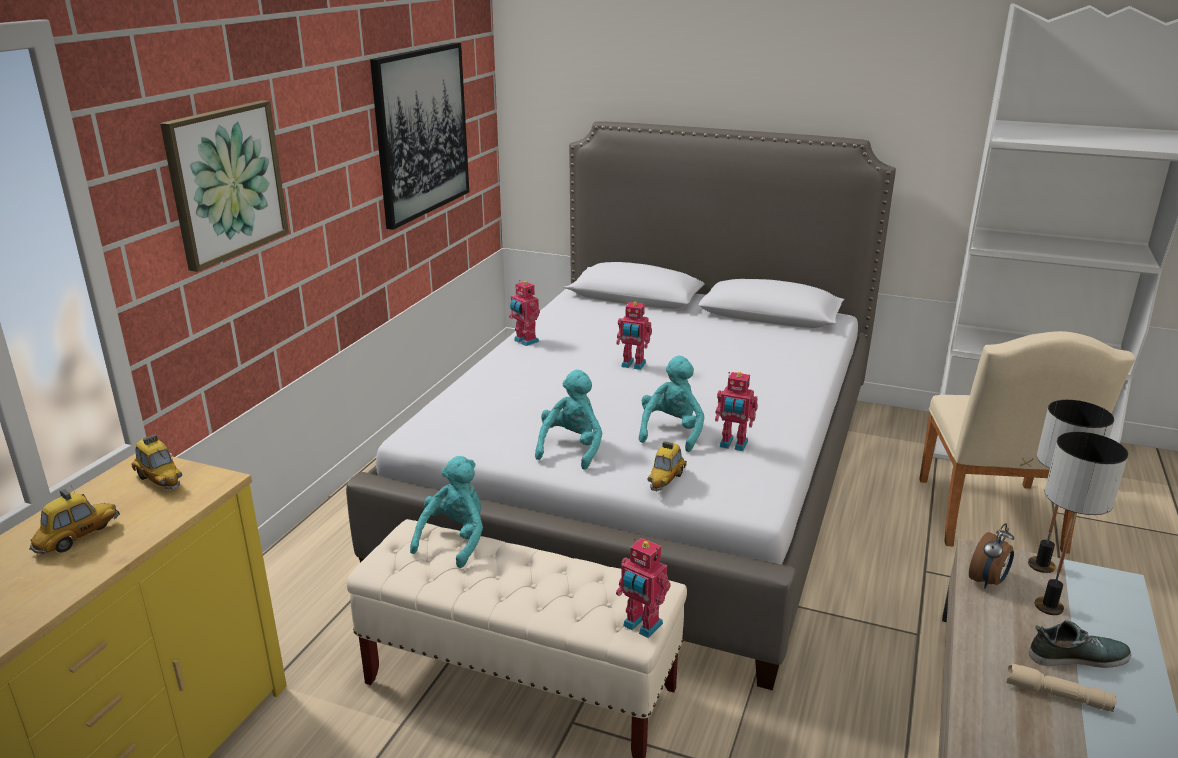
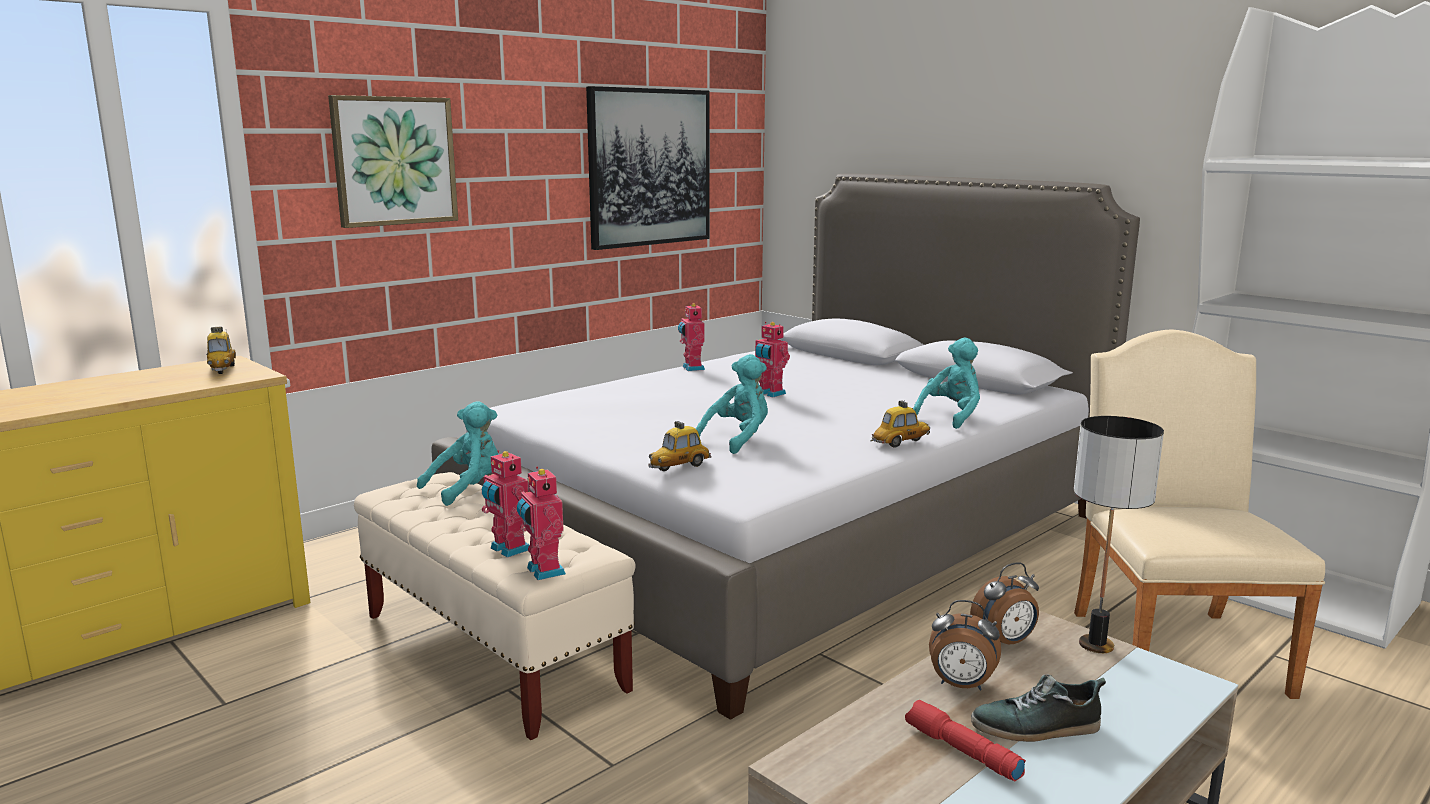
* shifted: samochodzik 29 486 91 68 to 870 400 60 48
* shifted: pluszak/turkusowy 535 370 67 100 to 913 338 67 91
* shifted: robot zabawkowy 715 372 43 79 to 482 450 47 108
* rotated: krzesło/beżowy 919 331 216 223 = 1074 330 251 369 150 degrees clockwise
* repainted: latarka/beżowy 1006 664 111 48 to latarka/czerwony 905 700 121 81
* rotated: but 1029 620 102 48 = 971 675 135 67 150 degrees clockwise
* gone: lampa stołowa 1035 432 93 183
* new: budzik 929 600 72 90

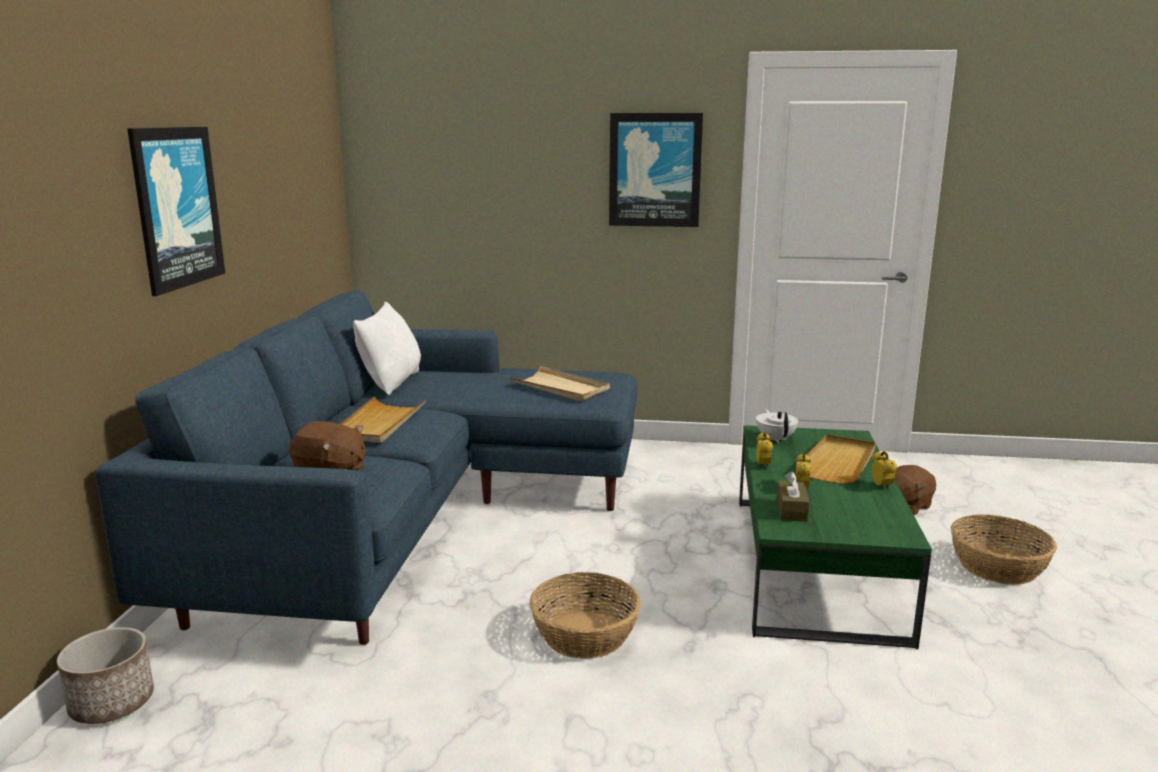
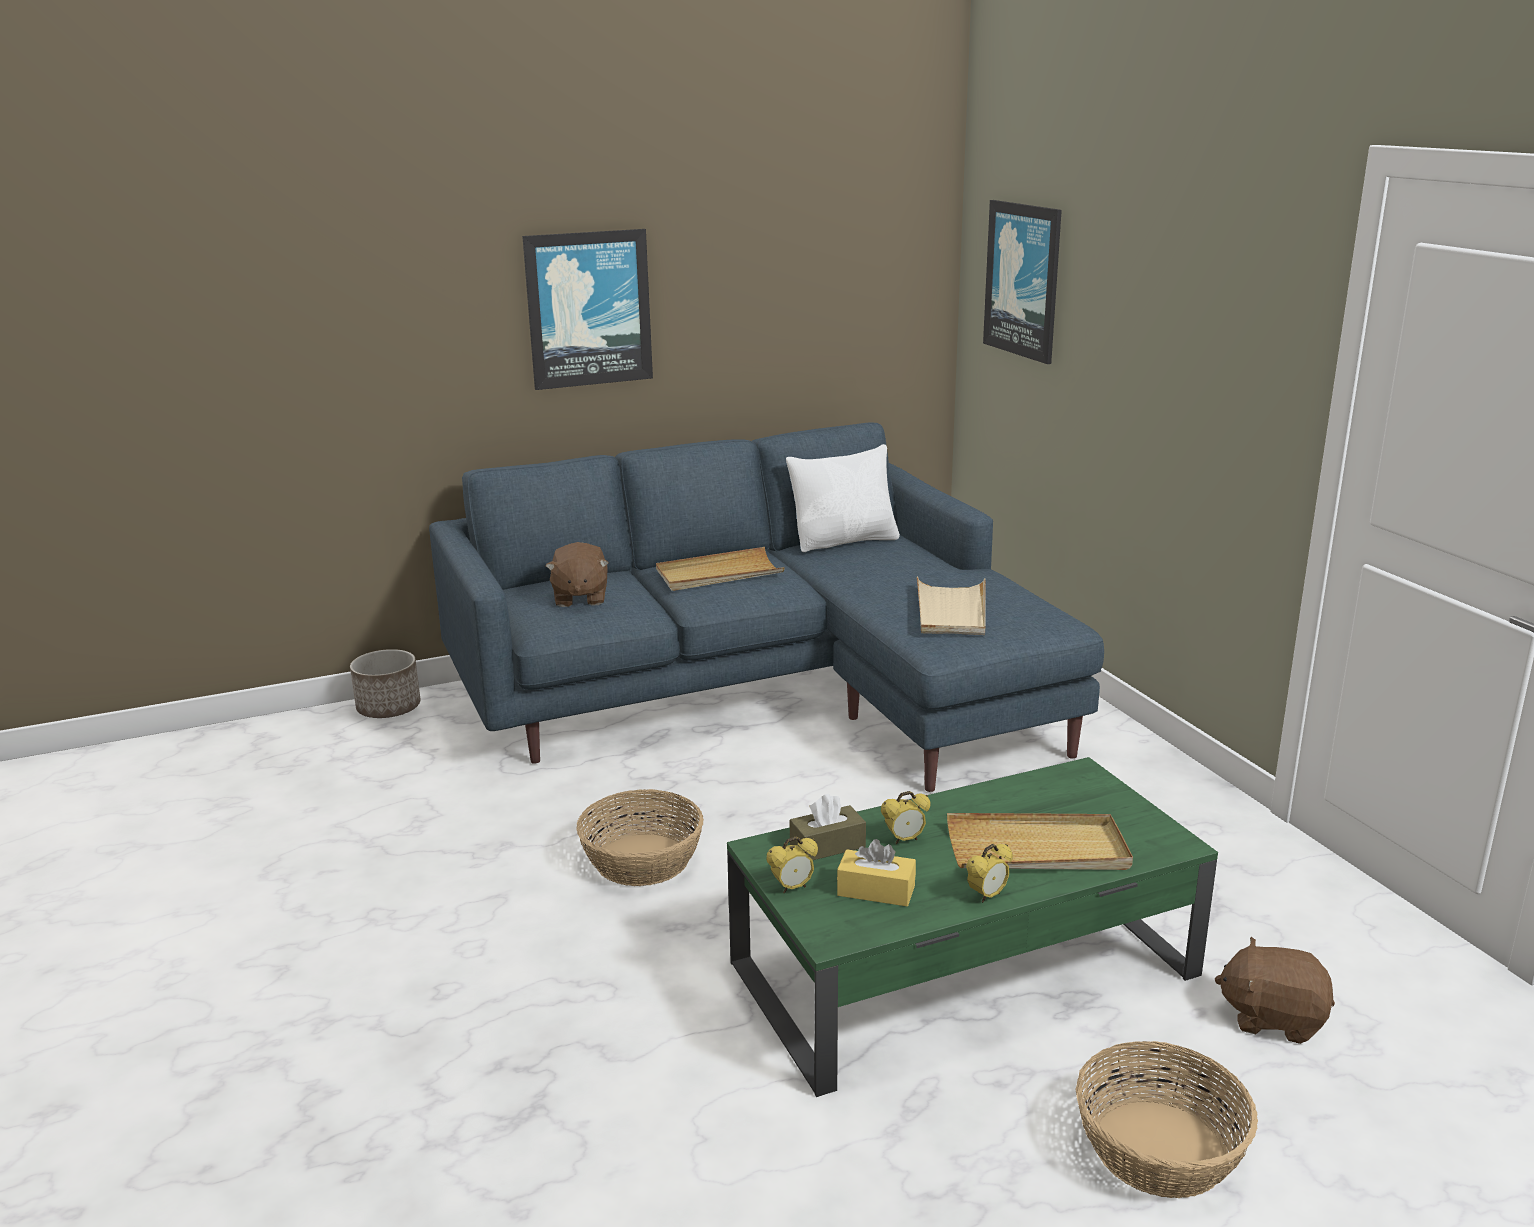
* shifted: obraz 609 113 94 114 to 983 200 79 164
* gone: imbryk/biały 756 409 42 34
* shifted: budzik 756 432 17 37 to 767 836 51 57
* new: pudełko chusteczek/żółty 837 839 79 67

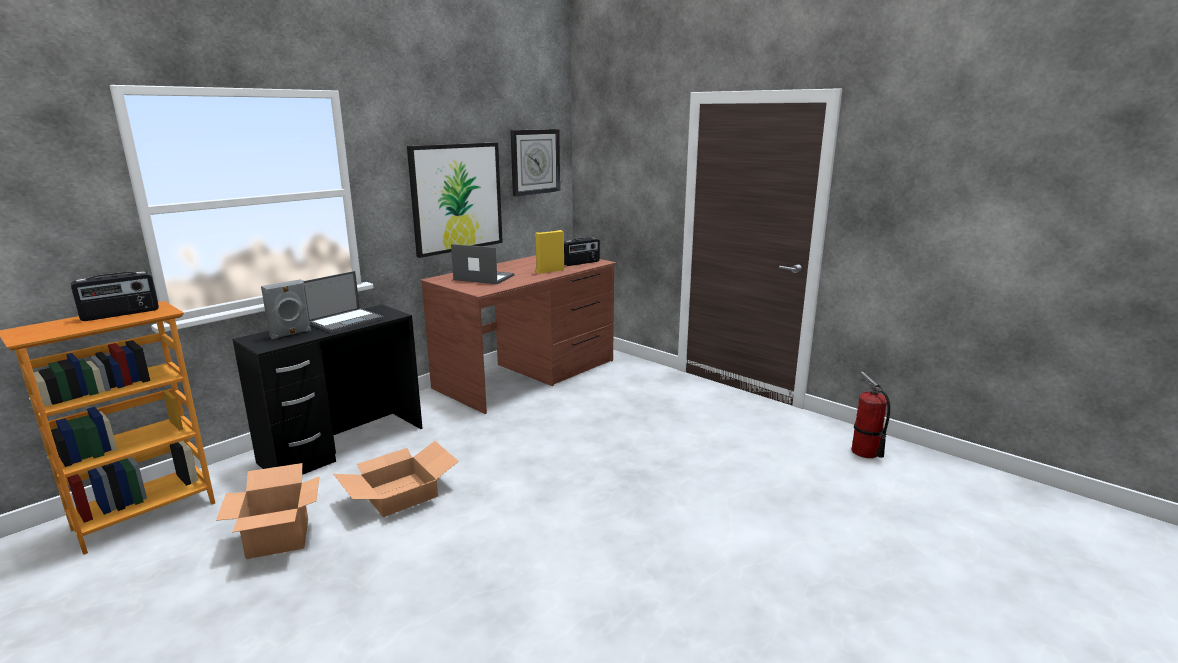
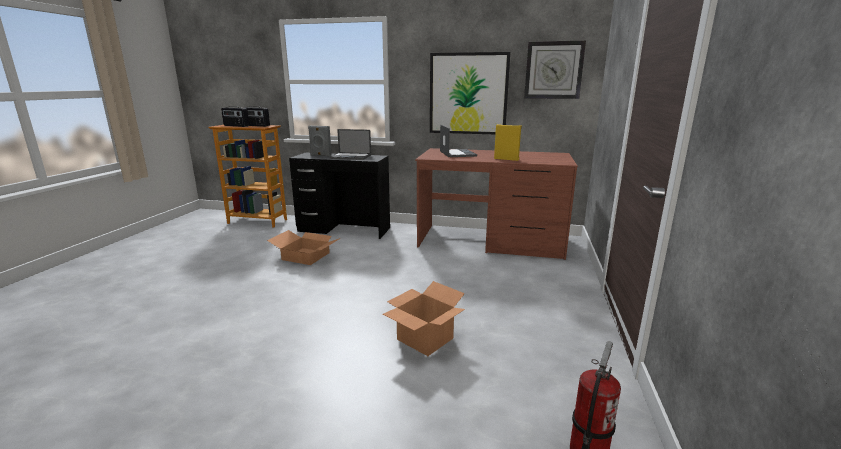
* shifted: karton 216 463 103 96 to 382 281 83 75
* shifted: radio 564 237 36 29 to 221 106 28 21

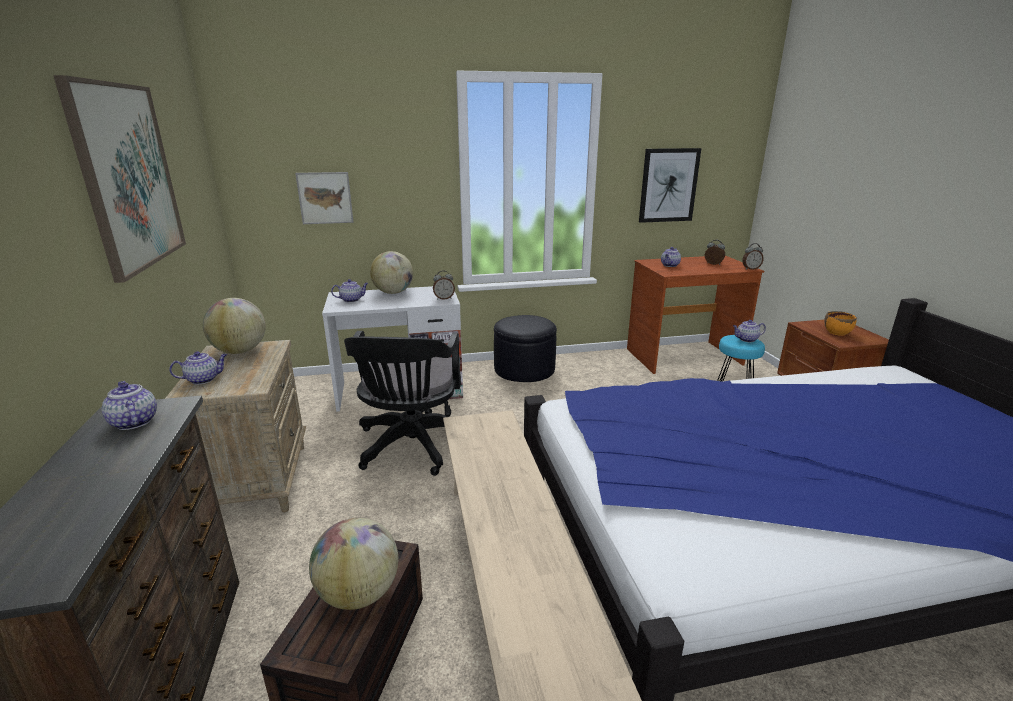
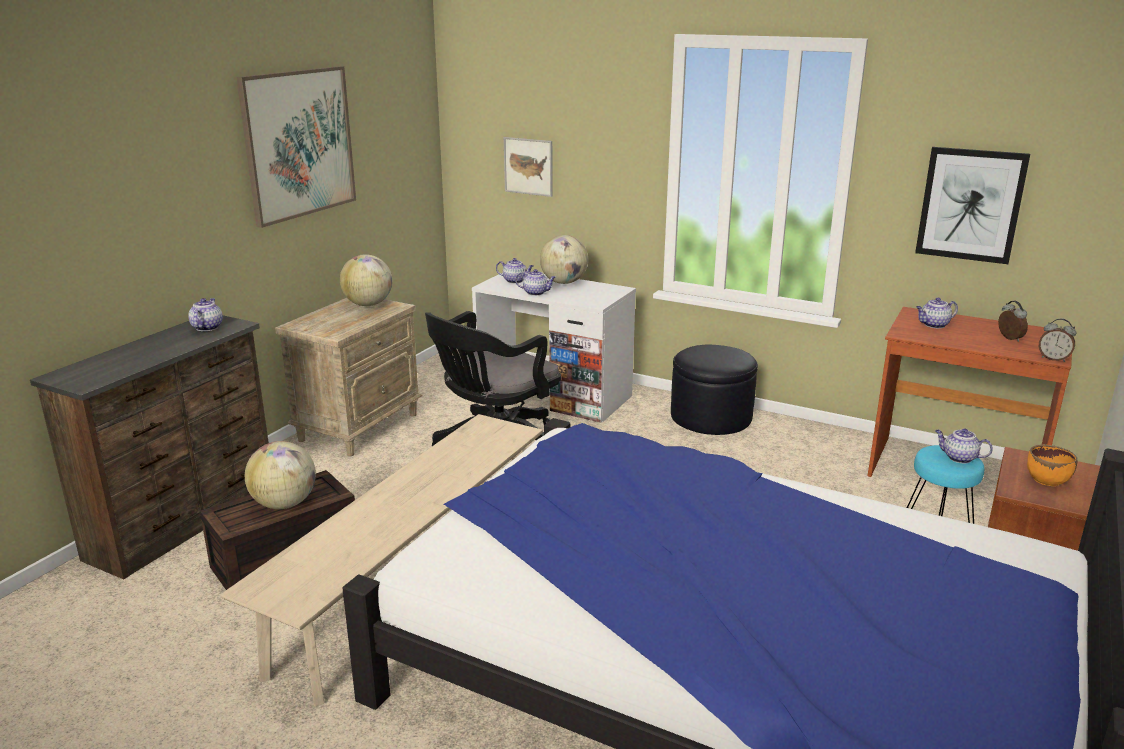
* shifted: imbryk 169 351 58 33 to 515 269 41 27
* gone: budzik 433 270 22 30

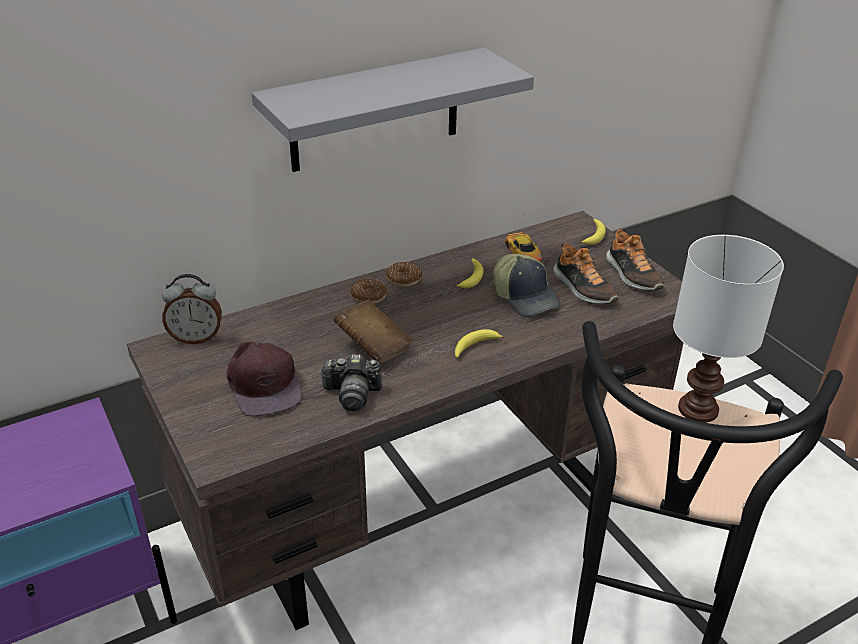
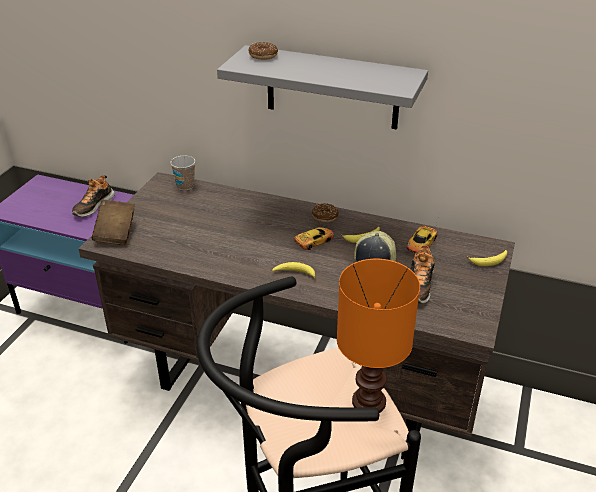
* swapped: budzik 162 274 60 70 to filiżanka 170 156 25 34
* gone: czapka z daszkiem/brązowy 226 341 76 76
* gone: aparat fotograficzny 320 354 62 57
* shifted: książka/brązowy 333 300 80 64 to 91 200 44 45
* shifted: donut 350 279 37 25 to 249 42 29 18
* shifted: but 606 229 58 62 to 72 175 43 42
* repainted: lampa stołowa/biały 673 235 111 188 to lampa stołowa/pomarańczowy 337 259 83 154
* new: samochodzik 294 227 40 23

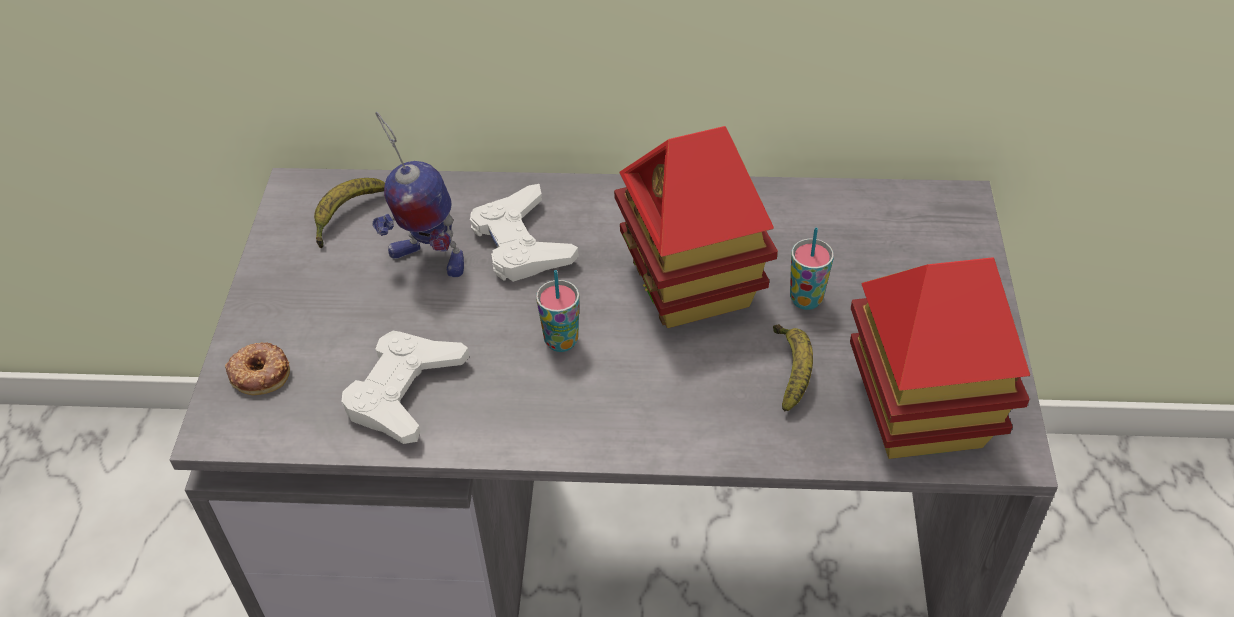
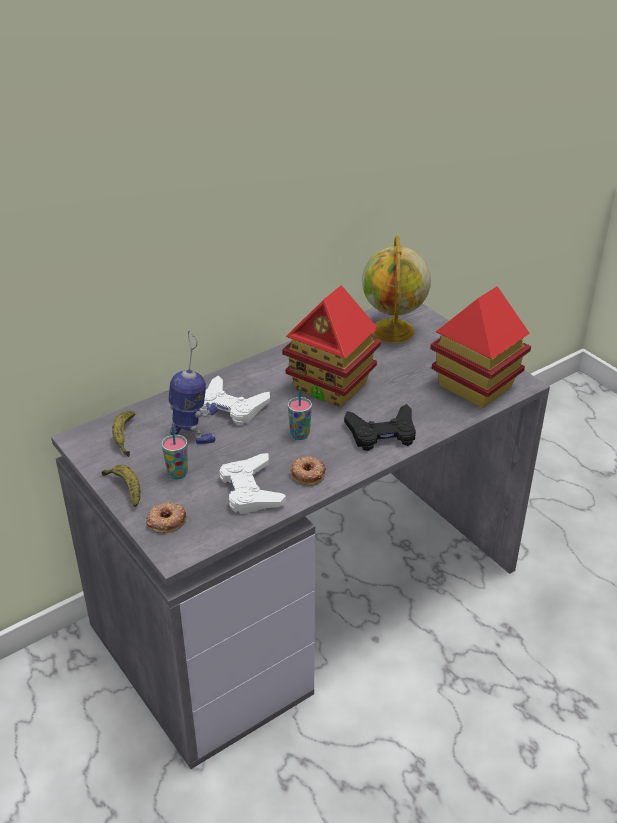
* rotated: robot zabawkowy 372 112 92 165 = 168 331 51 113 135 degrees counterclockwise
* shifted: banan 773 324 40 87 to 101 465 40 42
* shifted: filiżanka 790 228 44 82 to 162 426 26 54
* new: donut 290 456 36 30
* new: pad do gier/czarny 344 404 72 47
* new: globus 362 236 69 107

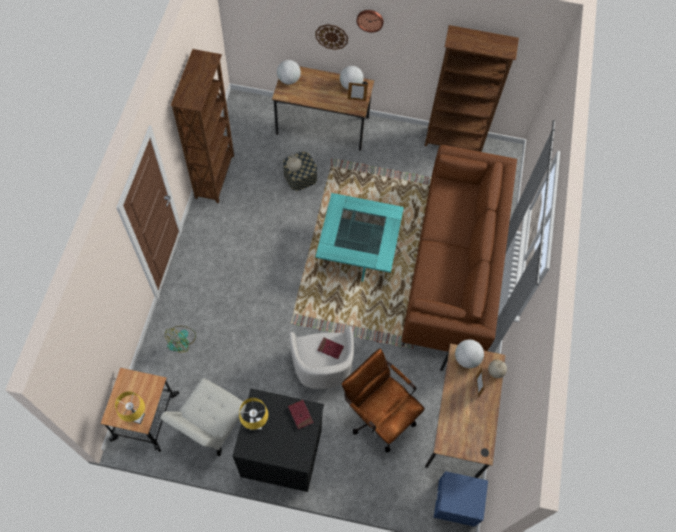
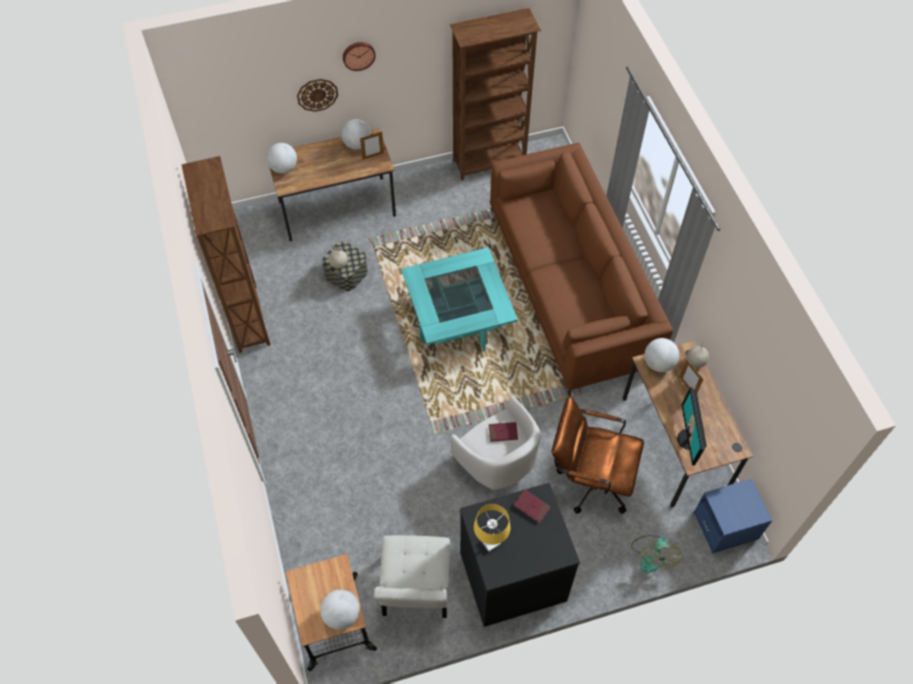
* swapped: lampa stołowa/żółty 115 391 30 33 to globus 320 589 40 41
* shifted: wentylator 165 326 31 27 to 631 535 52 38
* new: monitor 677 387 30 79

